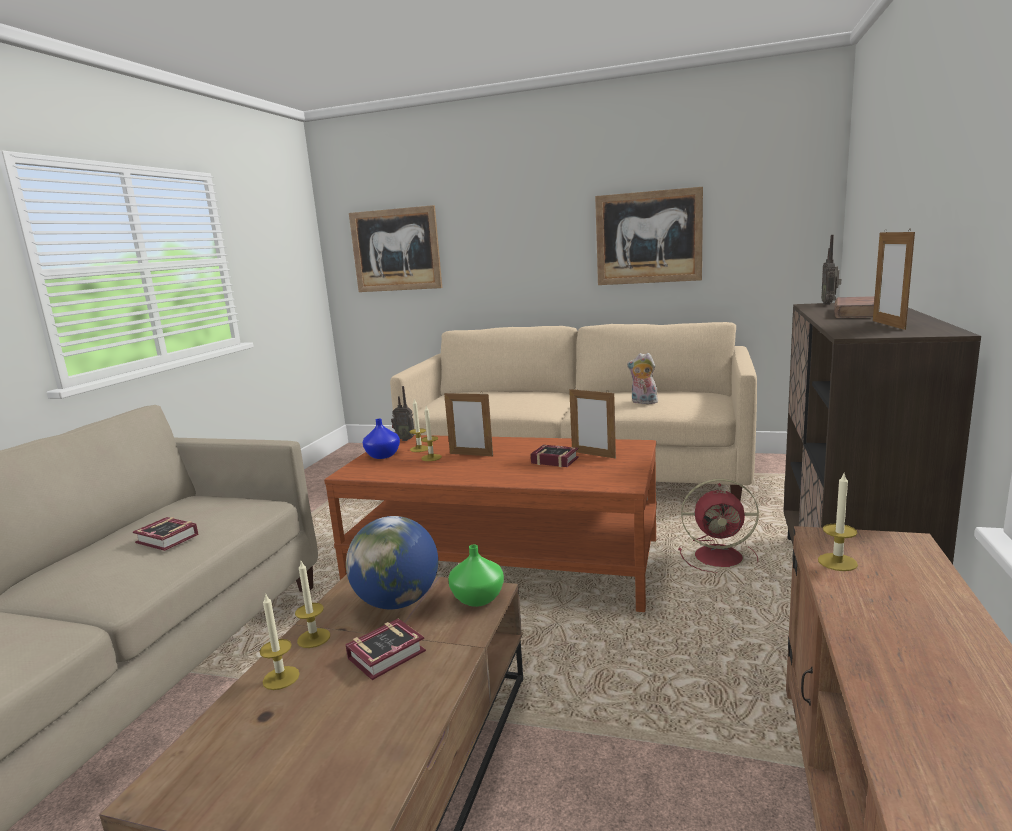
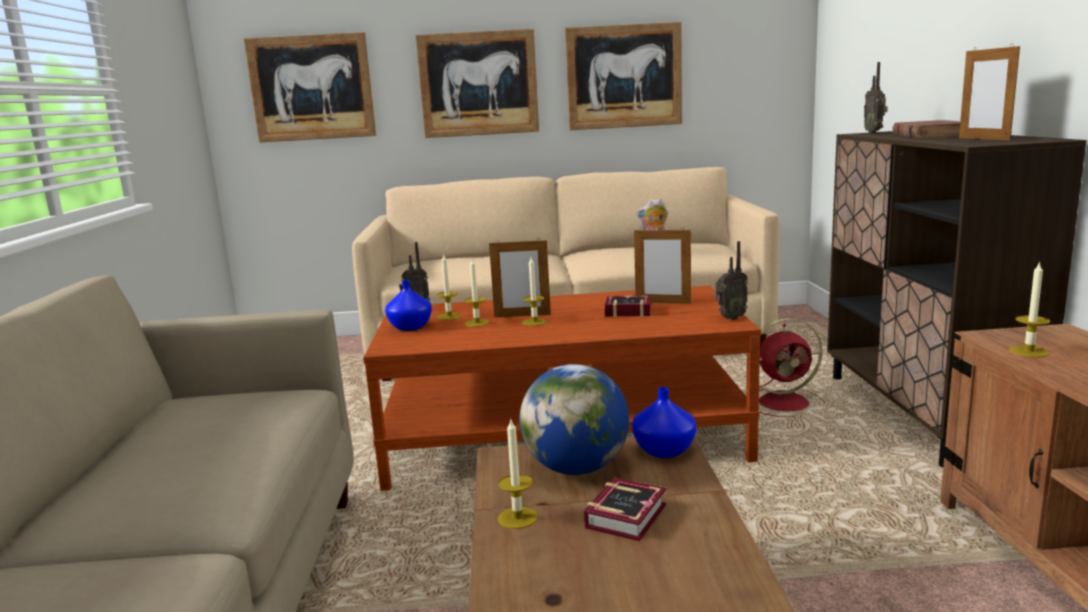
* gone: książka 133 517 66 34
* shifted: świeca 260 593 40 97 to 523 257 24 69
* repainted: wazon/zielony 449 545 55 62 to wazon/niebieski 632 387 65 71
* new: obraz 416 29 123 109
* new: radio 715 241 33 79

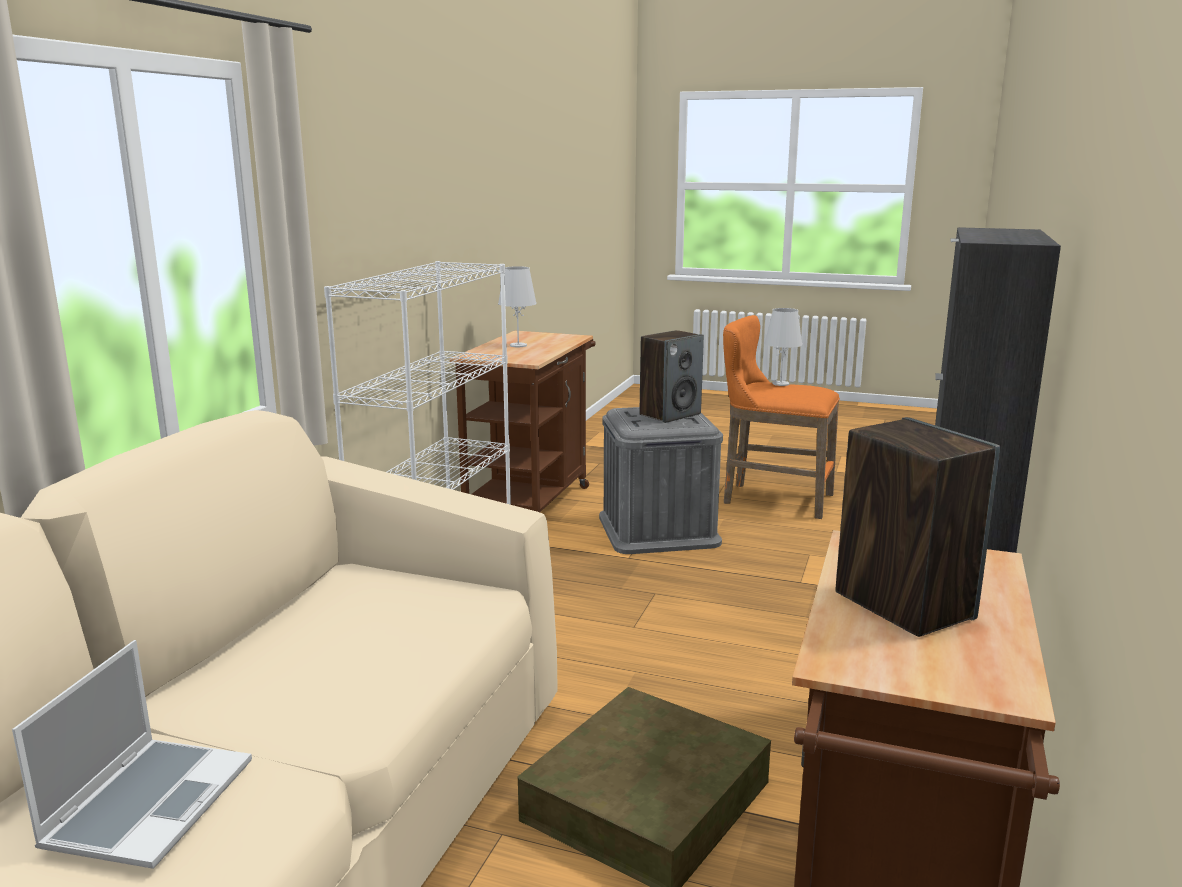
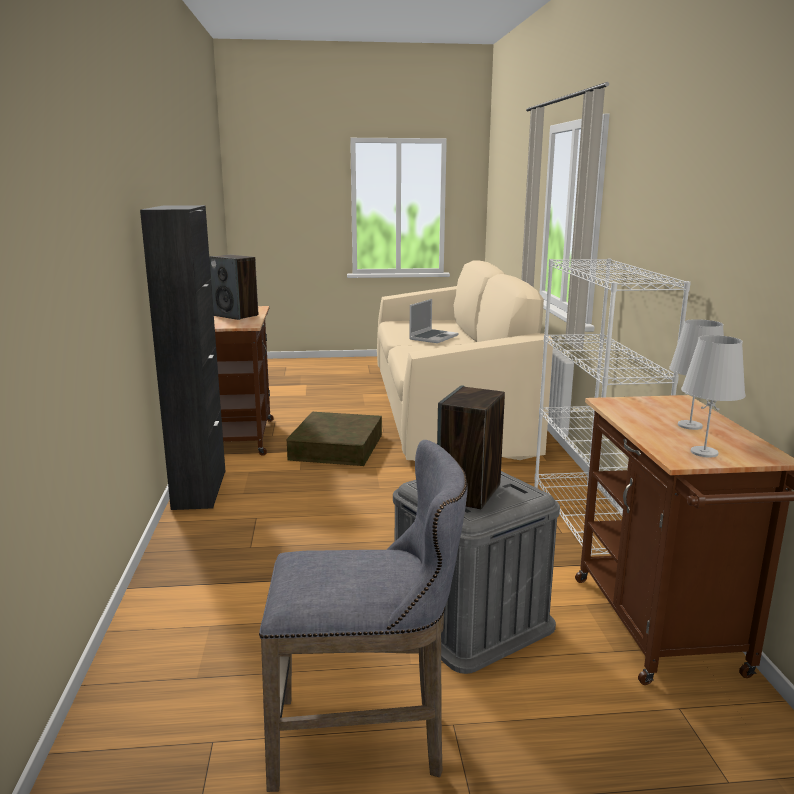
* rotated: laptop 12 640 240 229 = 409 299 49 44 135 degrees counterclockwise
* repainted: stołek/pomarańczowy 723 315 117 204 to stołek/szary 259 440 208 352
* shifted: lampa stołowa/biały 764 308 38 78 to 681 335 65 123

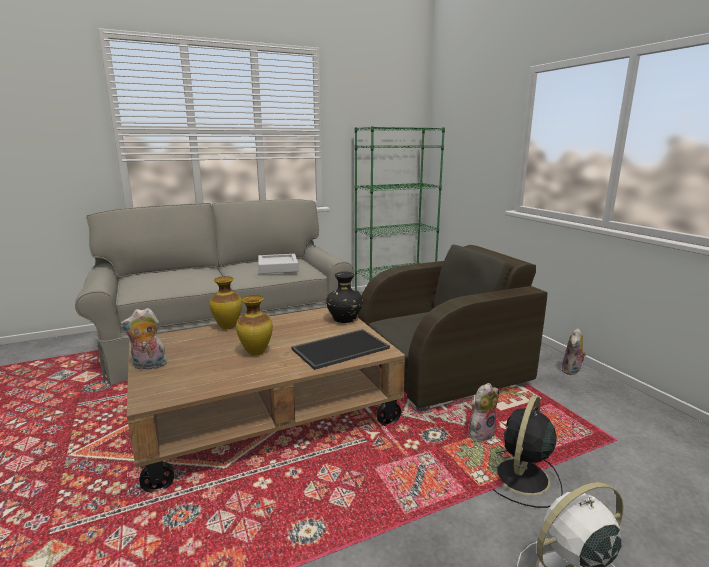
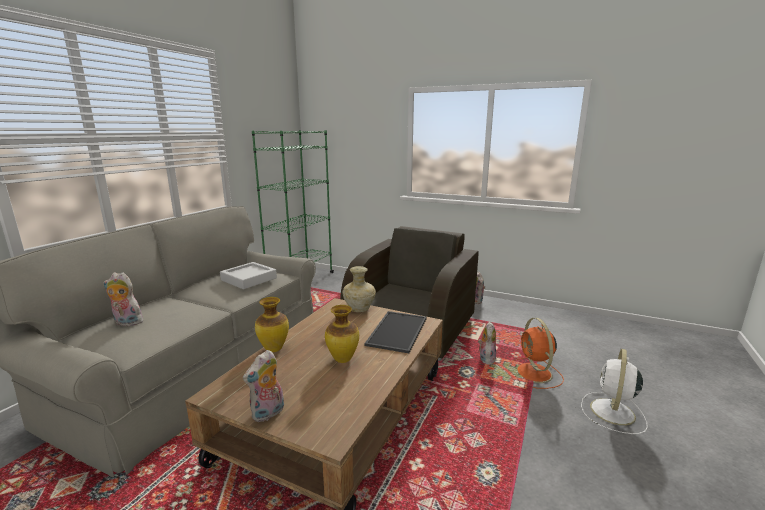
* repainted: wazon/czarny 326 272 37 51 to wazon/beżowy 343 266 33 46
* repainted: wentylator/czarny 493 395 70 113 to wentylator/pomarańczowy 508 318 56 71
* new: pluszak 103 272 40 54

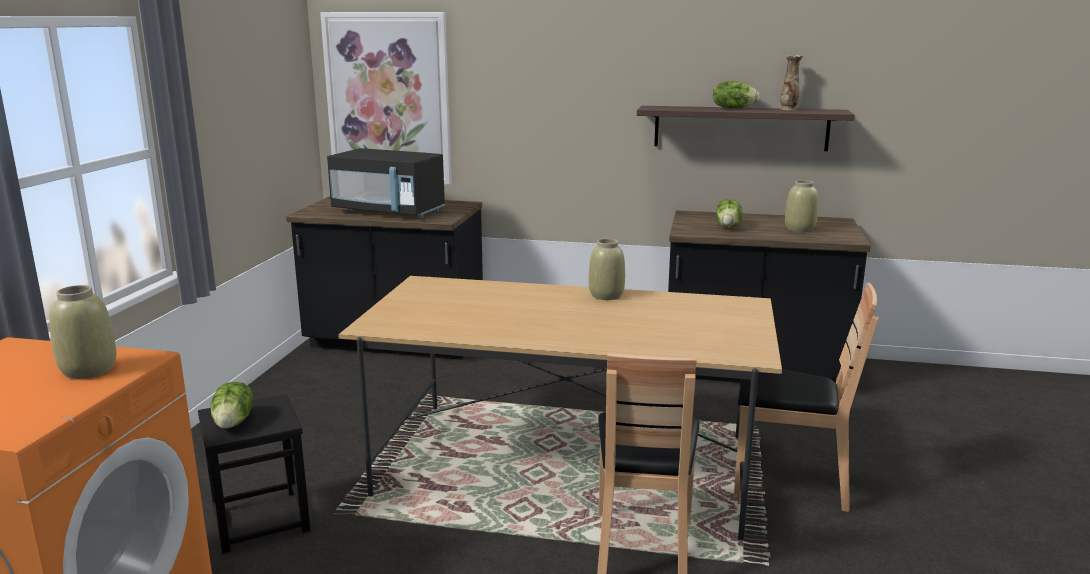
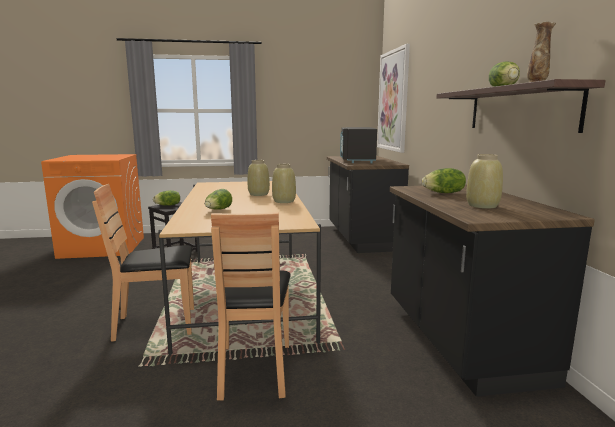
* shifted: wazon/beżowy 49 285 67 94 to 247 160 23 36
* new: sałata 205 189 27 21

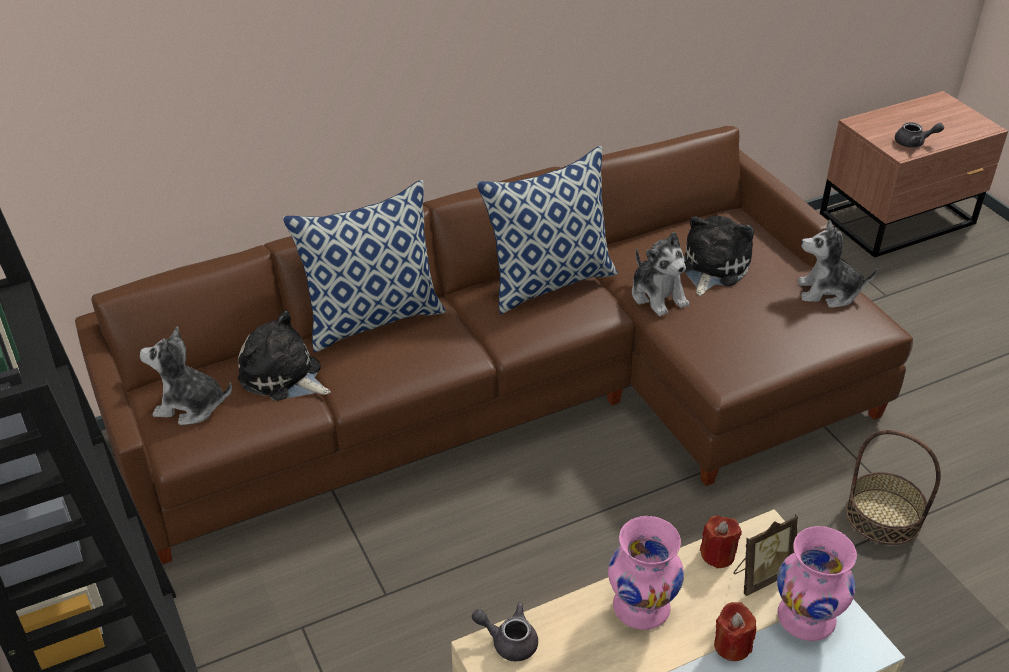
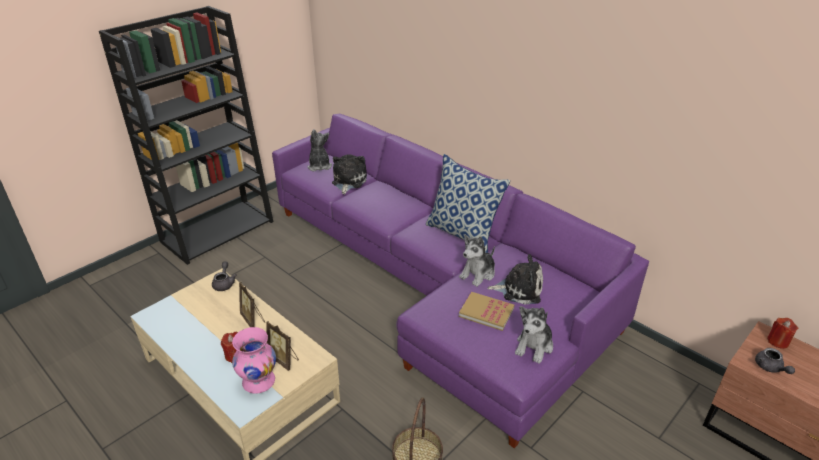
* repainted: kanapa/brązowy 75 126 838 438 to kanapa/fioletowy 272 114 377 334
* gone: poduszka 283 180 163 173
* swapped: wazon/różowy 608 516 76 114 to ramka na zdjęcie 239 281 26 46
* shifted: świeca/czerwony 700 515 42 53 to 767 318 31 31
* rotated: pluszak 798 220 80 88 = 515 306 38 58 135 degrees counterclockwise
* new: książka 459 292 55 39

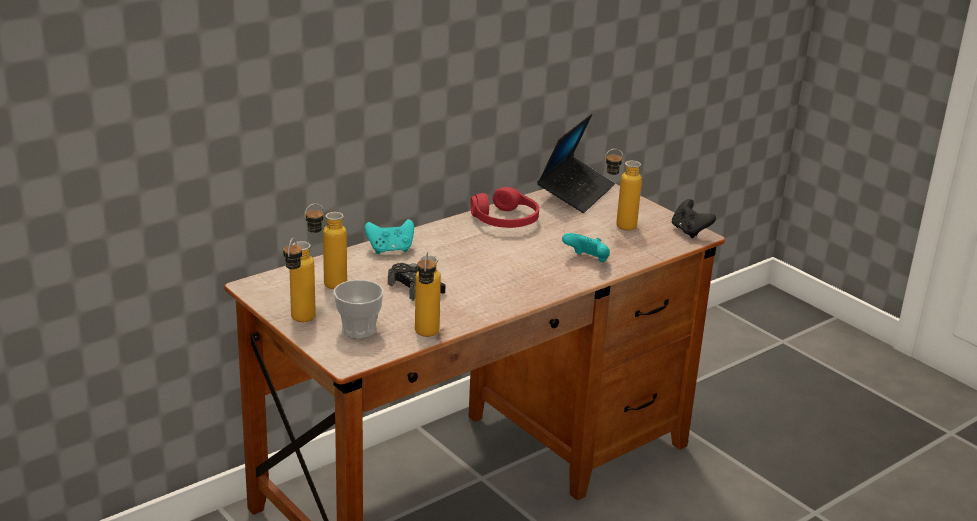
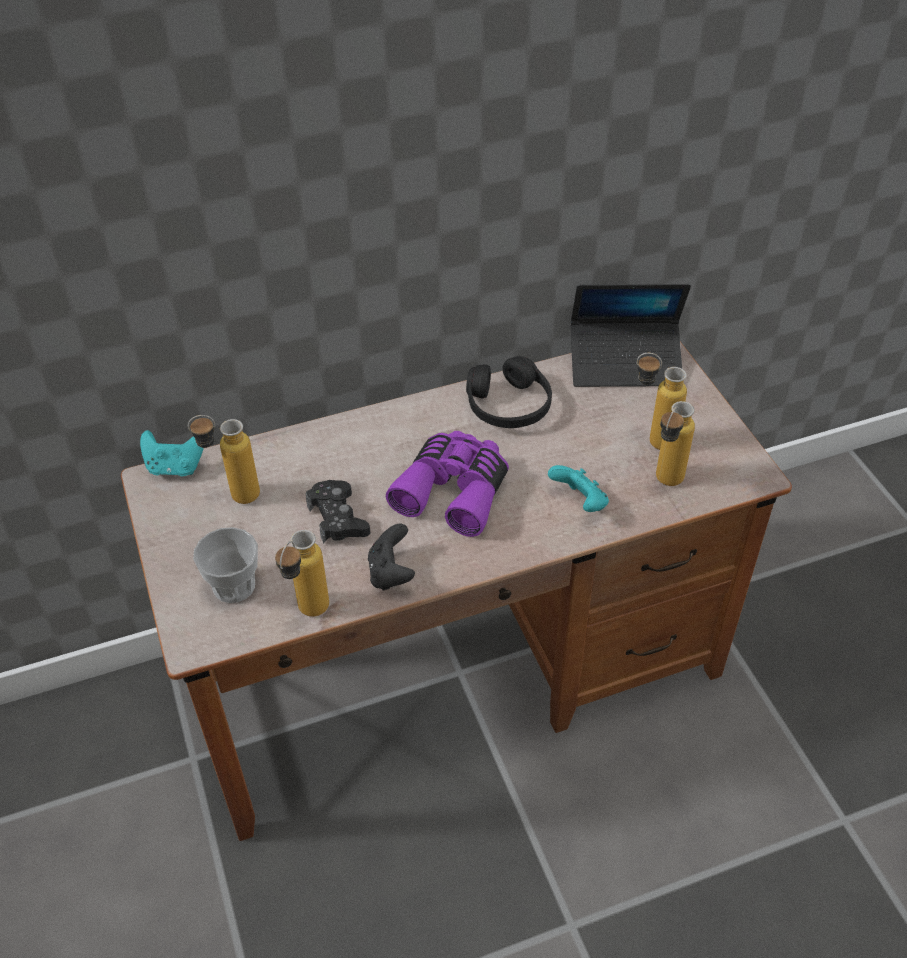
* shifted: butelka 283 238 33 84 to 656 401 39 85
* shifted: pad do gier/turkusowy 364 219 50 35 to 140 430 64 46
* repainted: słuchawki/czerwony 470 187 69 41 to słuchawki/czarny 466 356 86 72
* rotated: laptop 537 114 78 99 = 570 284 121 103 45 degrees clockwise
* shifted: pad do gier/czarny 672 199 44 39 to 368 524 47 67
* new: lornetka/fioletowy 386 431 123 106

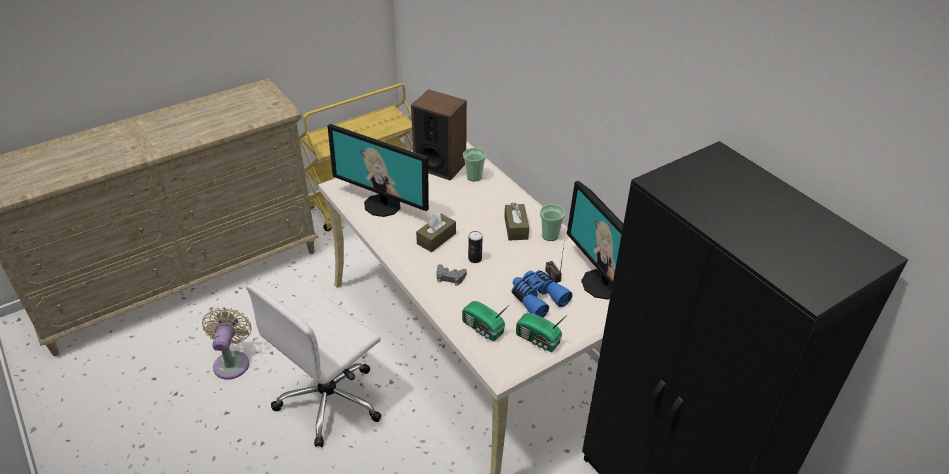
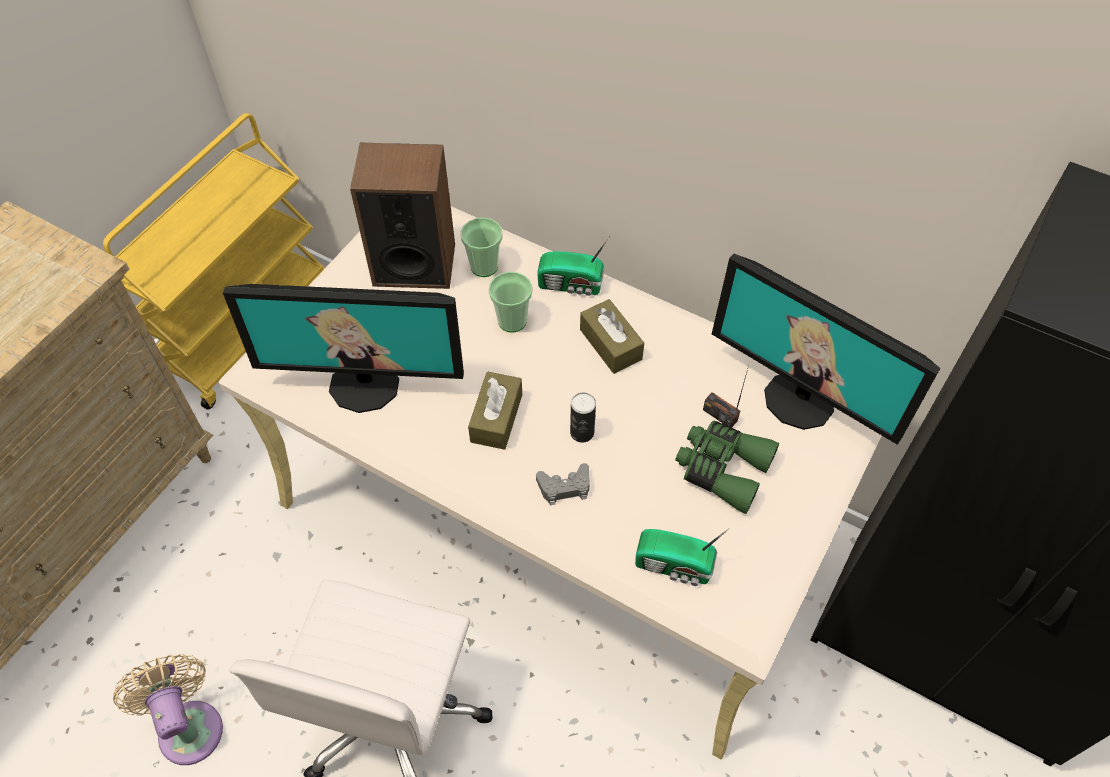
* repainted: lornetka/niebieski 511 270 62 48 to lornetka/zielony 675 420 104 94
* shifted: radio 516 313 52 39 to 537 236 73 60
* shifted: filiżanka 540 204 25 37 to 488 272 45 61

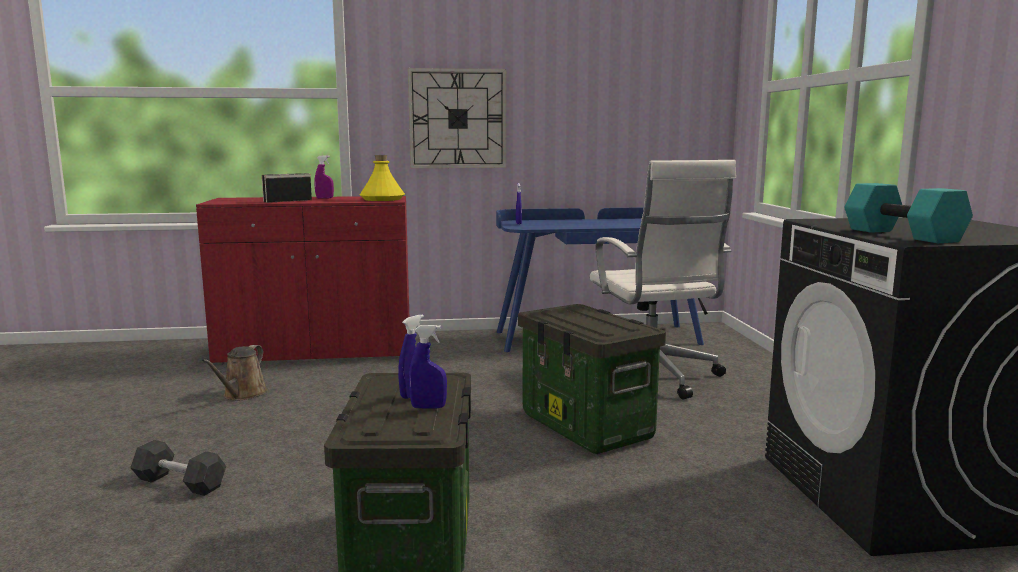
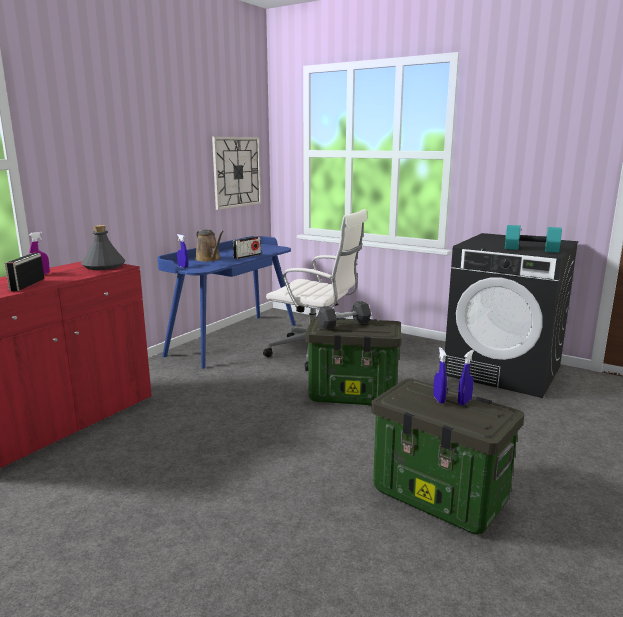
* shifted: hantel/szary 130 440 96 56 to 317 301 54 28
* shifted: konewka/brązowy 202 345 66 55 to 195 230 29 32
* repainted: butelka/żółty 360 155 45 46 to butelka/szary 81 225 44 45
* shifted: zegar ścienny 408 68 98 100 to 212 137 49 73
* new: radio 233 237 28 22

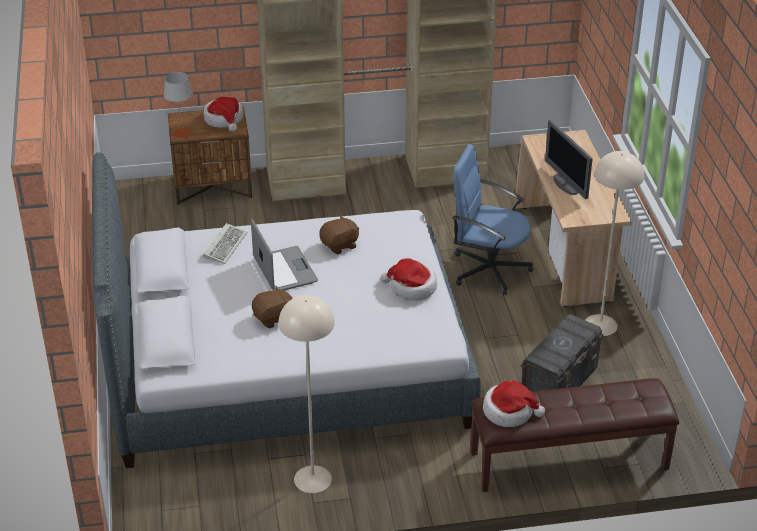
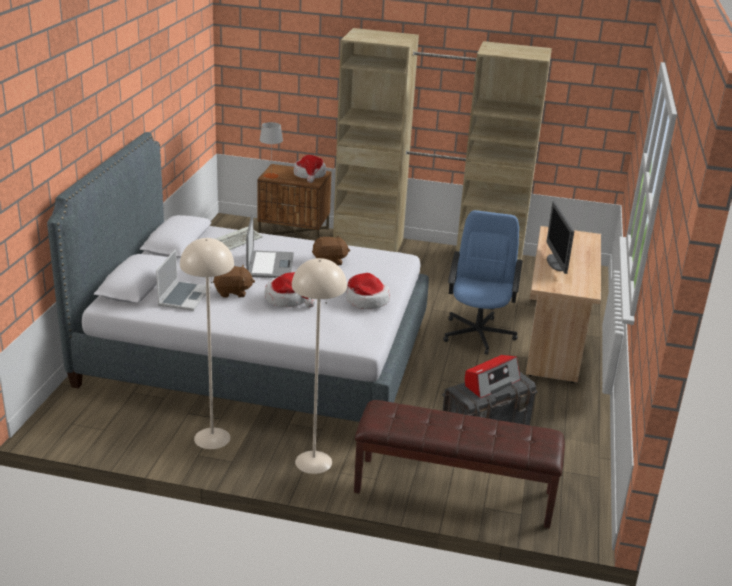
* rotated: krzesło biurowe/niebieski 453 144 80 151 = 443 210 79 145 60 degrees clockwise
* shifted: kapelusz 483 380 62 47 to 264 272 51 36
* shifted: lampa stojąca/beżowy 585 151 59 185 to 292 258 55 216
* new: laptop 156 249 55 62
* new: radio 465 355 56 43

